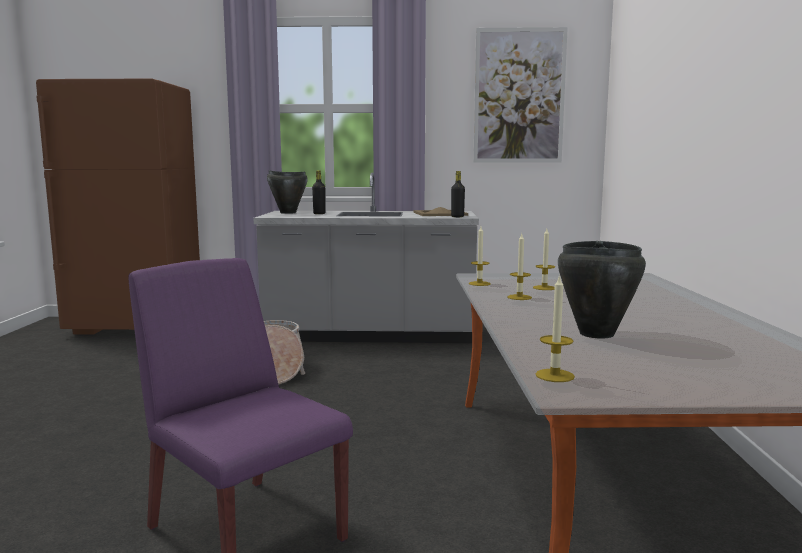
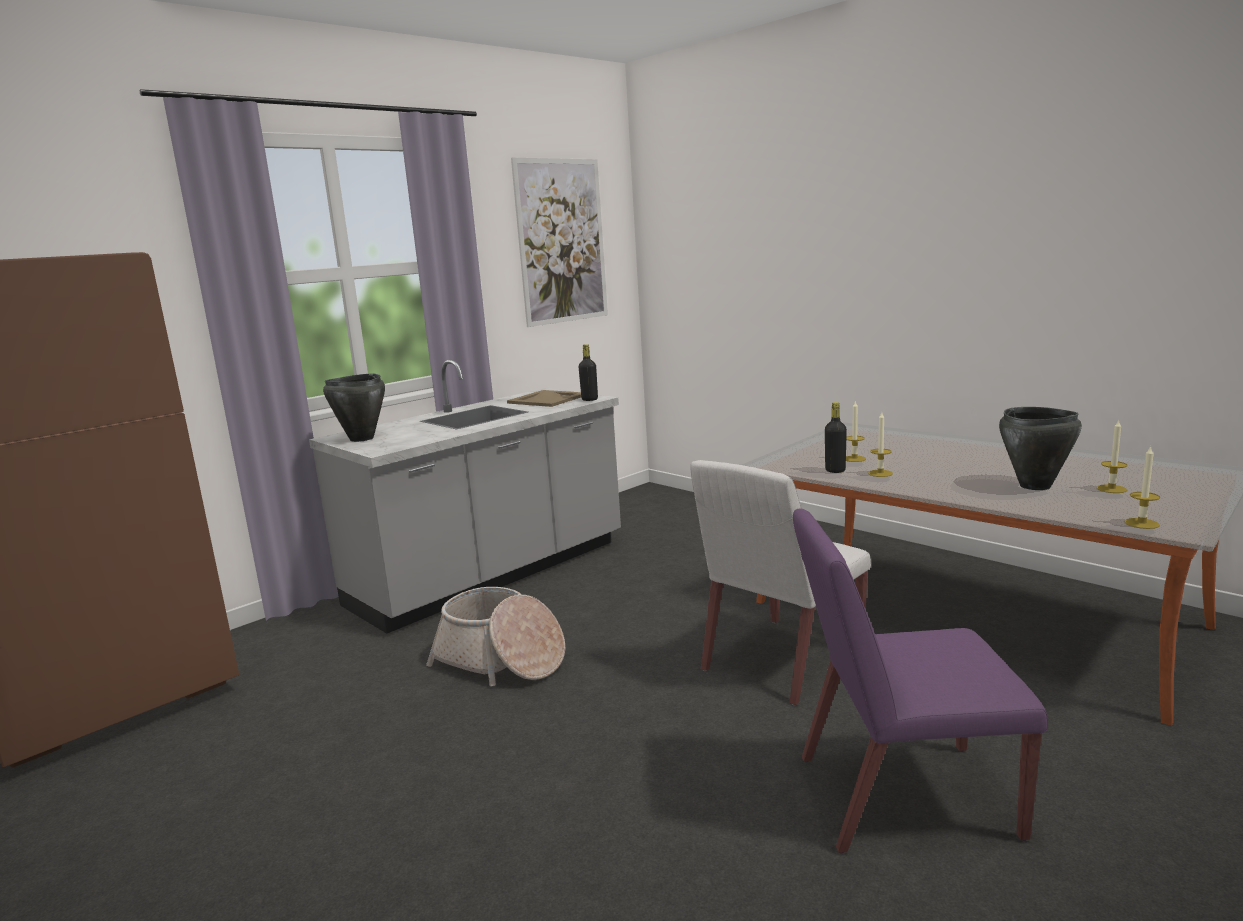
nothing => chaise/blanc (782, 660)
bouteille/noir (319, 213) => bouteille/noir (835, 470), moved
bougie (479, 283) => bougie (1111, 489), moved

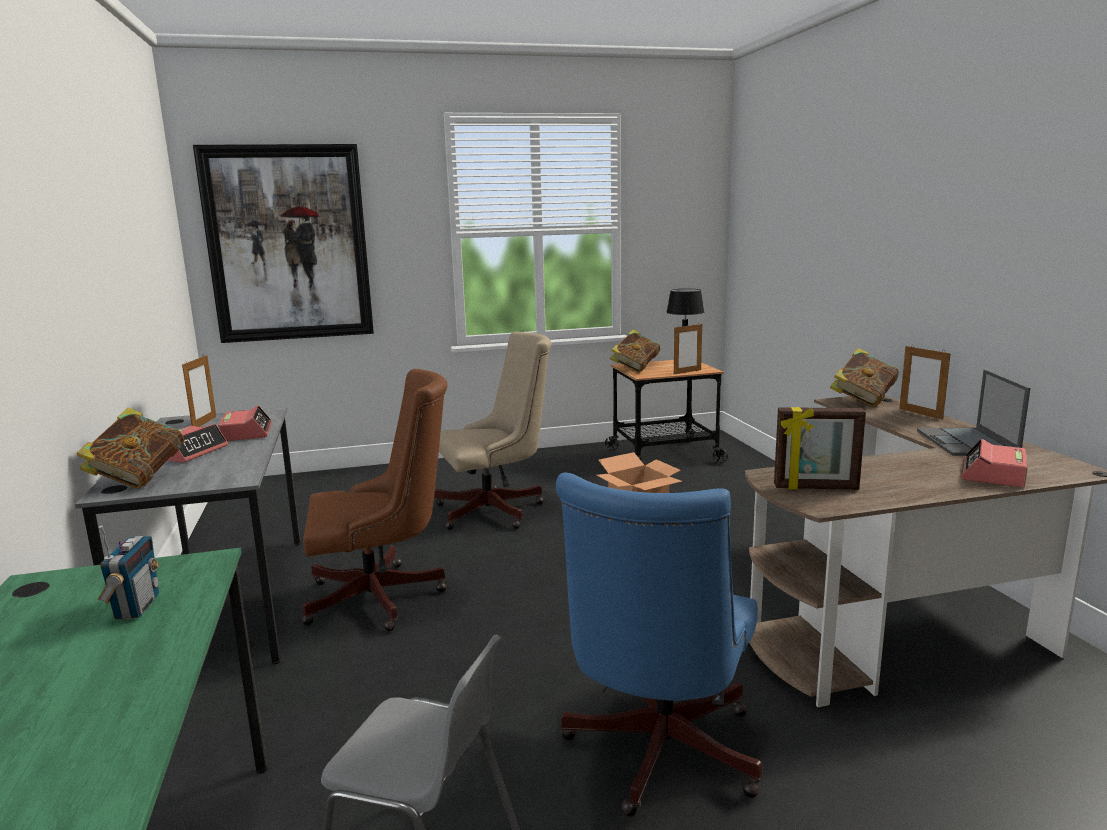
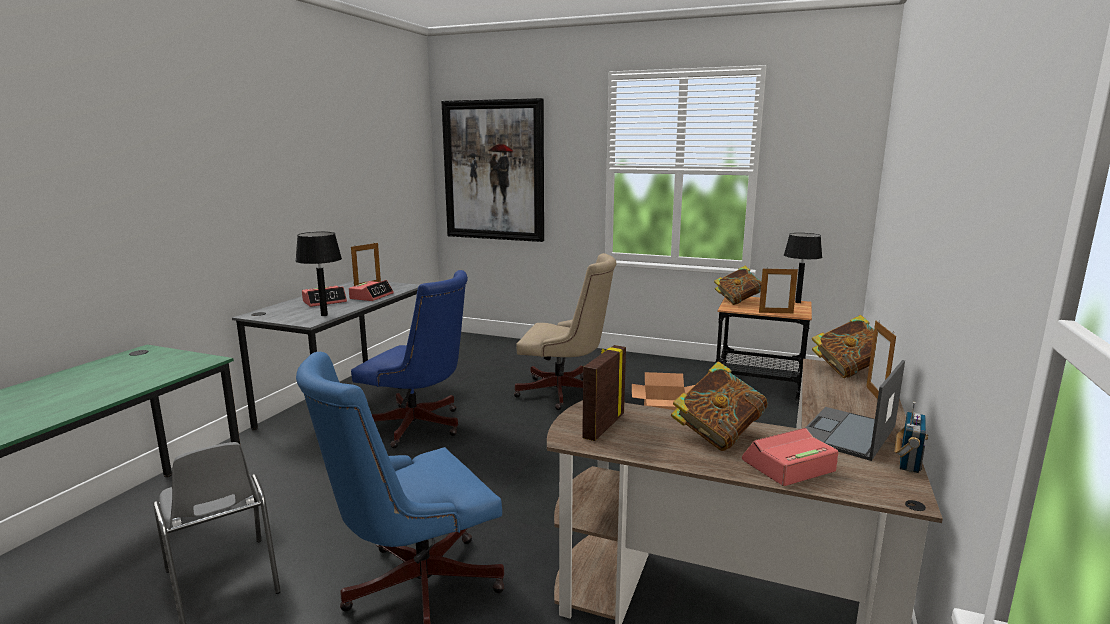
nothing => lampe de table/noir (324, 315)
chaise de bureau/marron (383, 598) => chaise de bureau/bleu (419, 427)
cadre photo (816, 488) => cadre photo (602, 426), 75 degrees clockwise
livre (139, 479) => livre (717, 435), moved
radio (136, 607) => radio (908, 464), moved

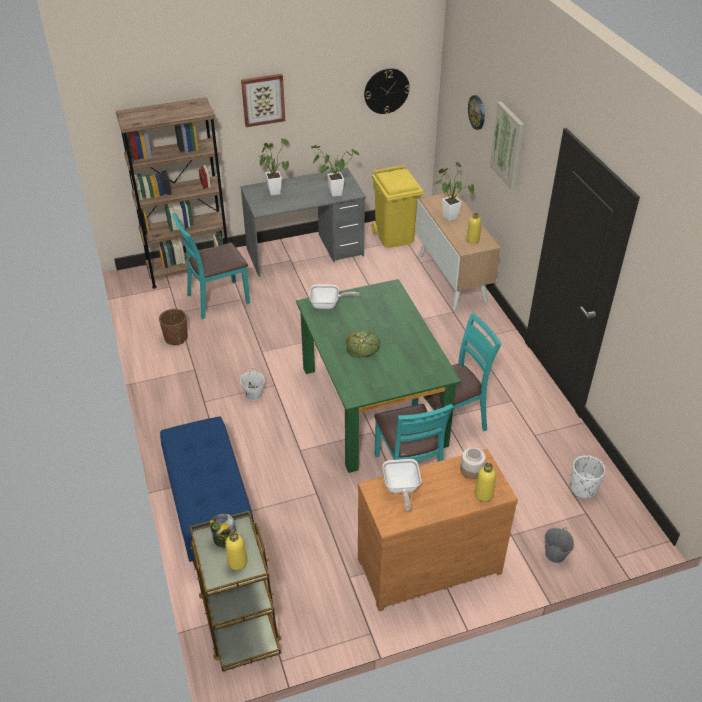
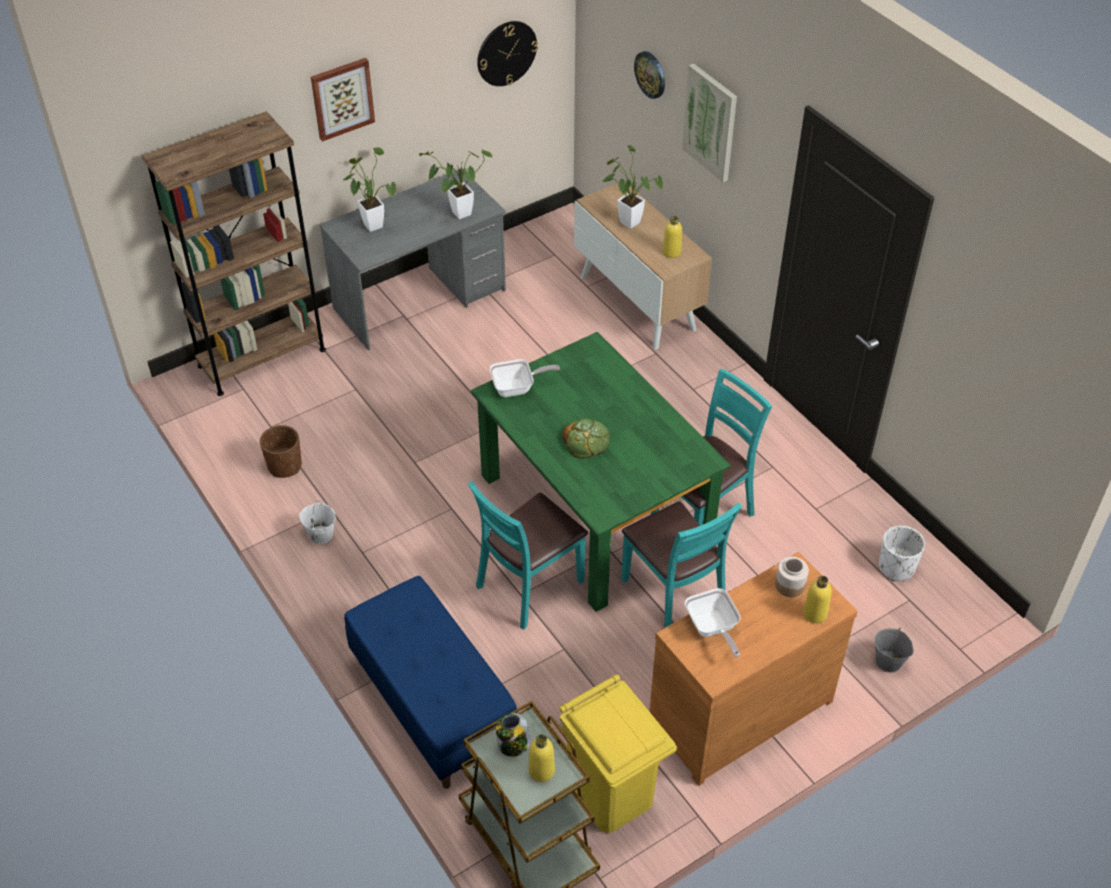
seau/blanc (253, 394) => seau/blanc (320, 535), moved
chaise/turquoise (217, 299) => chaise/turquoise (529, 585), moved
poubelle/jaune (395, 236) => poubelle/jaune (612, 795), moved

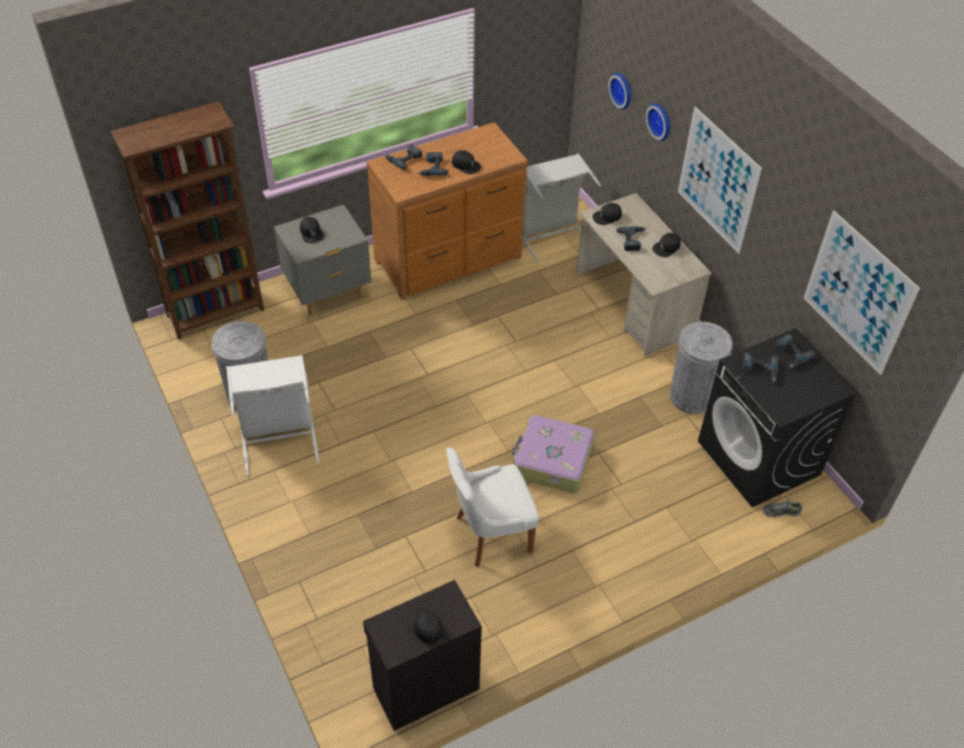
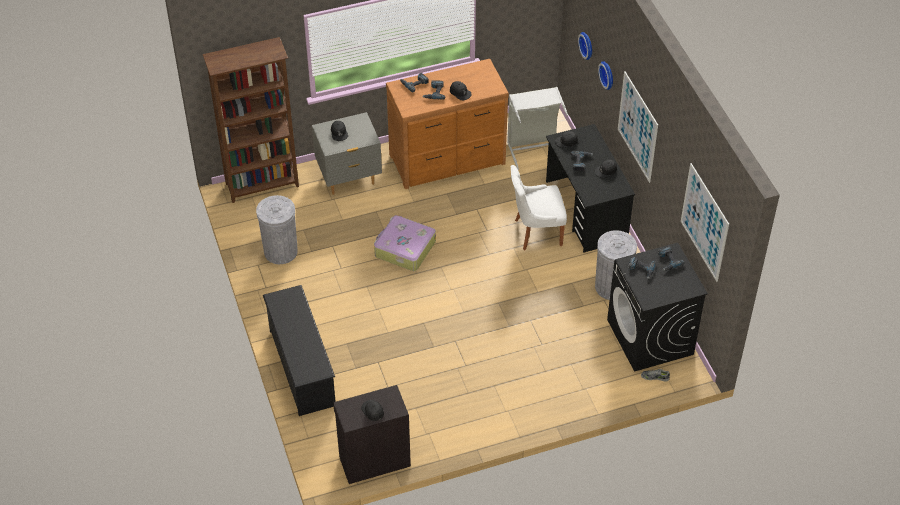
nothing => étagère à chaussures/noir (301, 367)
valise (552, 461) => valise (404, 249), moved
chaise/blanc (490, 534) => chaise/blanc (536, 232), moved
bureau/beige (634, 305) => bureau/noir (586, 211)
panier à linge/blanc (279, 439) => nothing

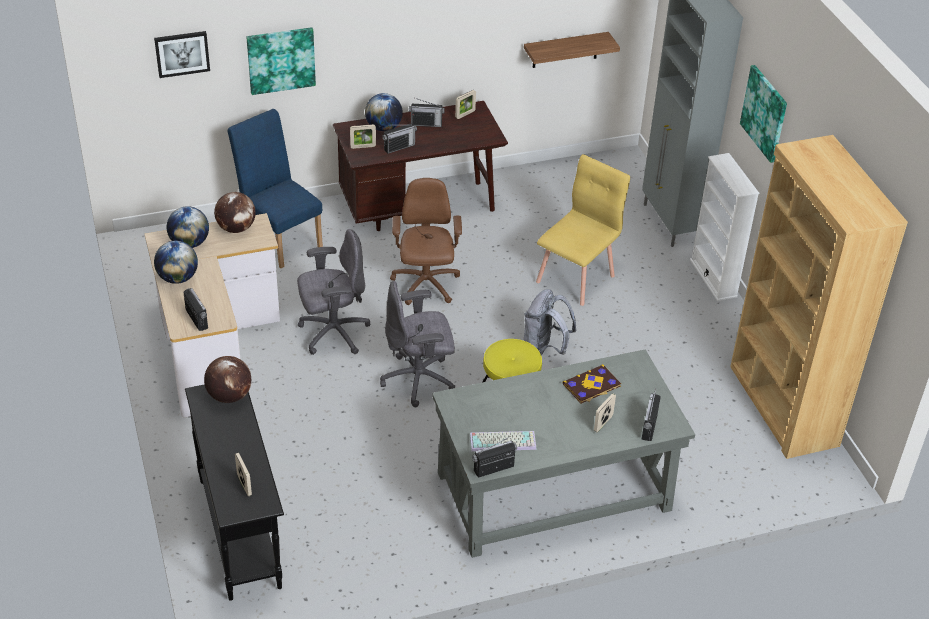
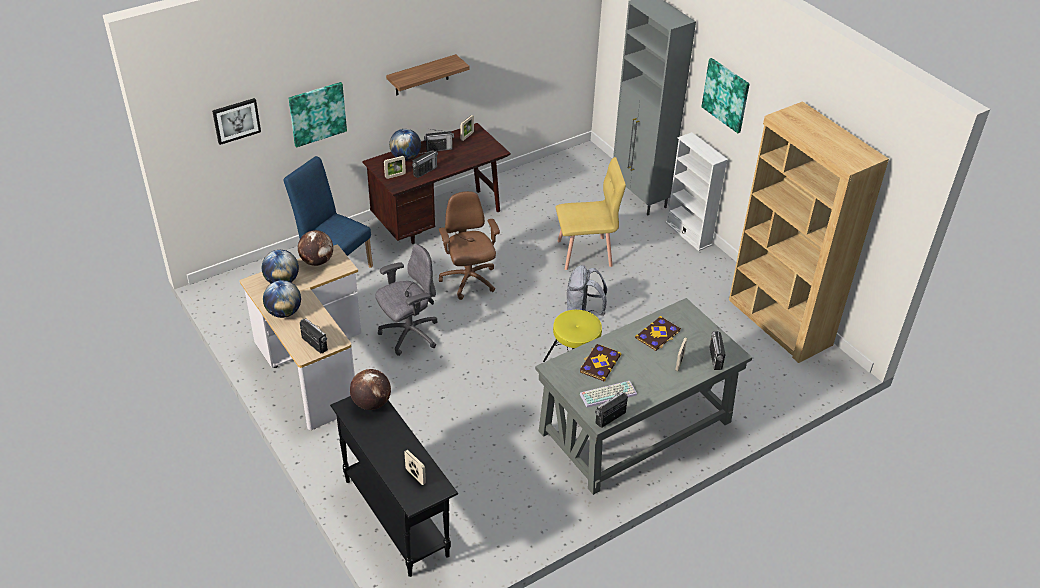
étagère (565, 50) => étagère (422, 75), moved
chaise/jaune (576, 278) => chaise/jaune (585, 253), 60 degrees clockwise
nothing => livre (599, 363)
chaise de bureau/gris (419, 380) => nothing

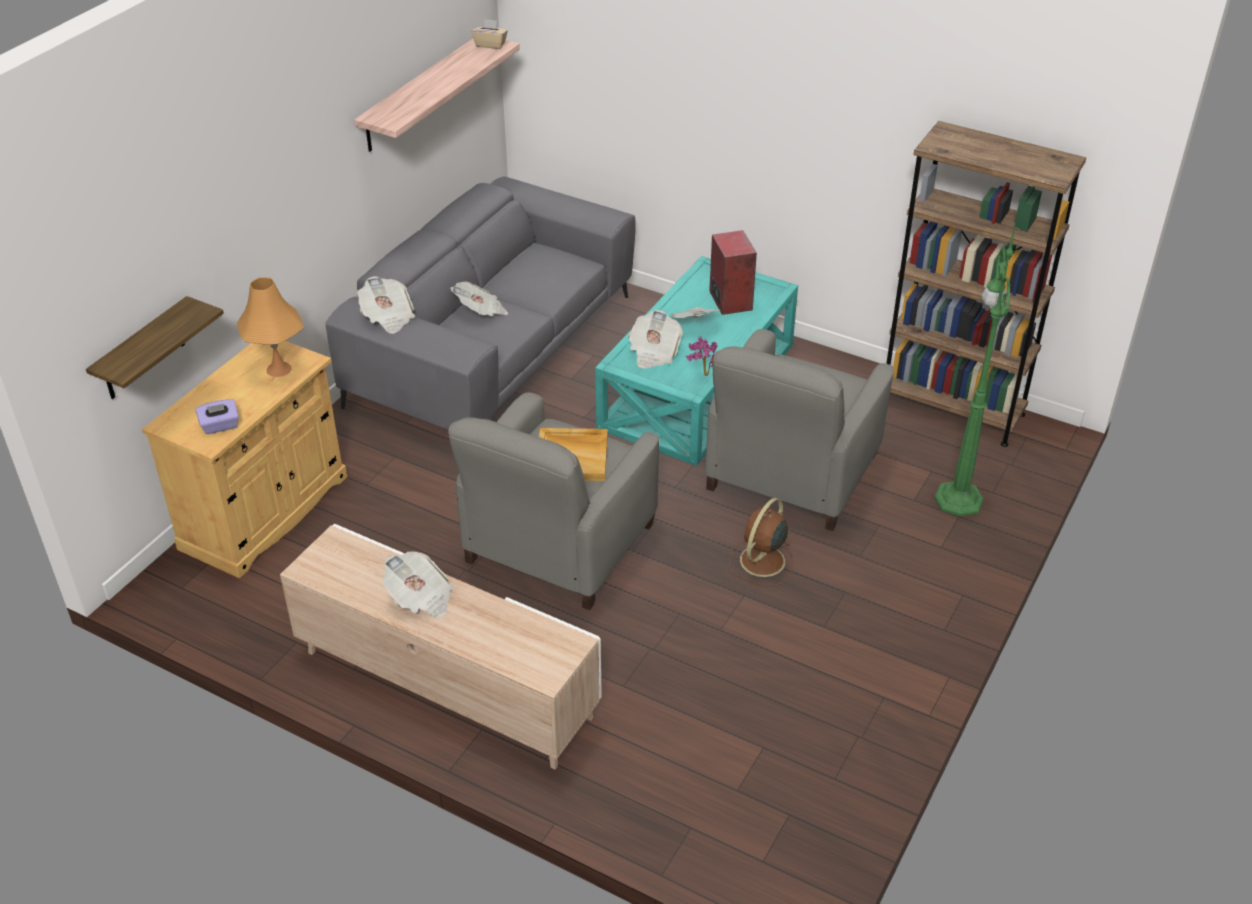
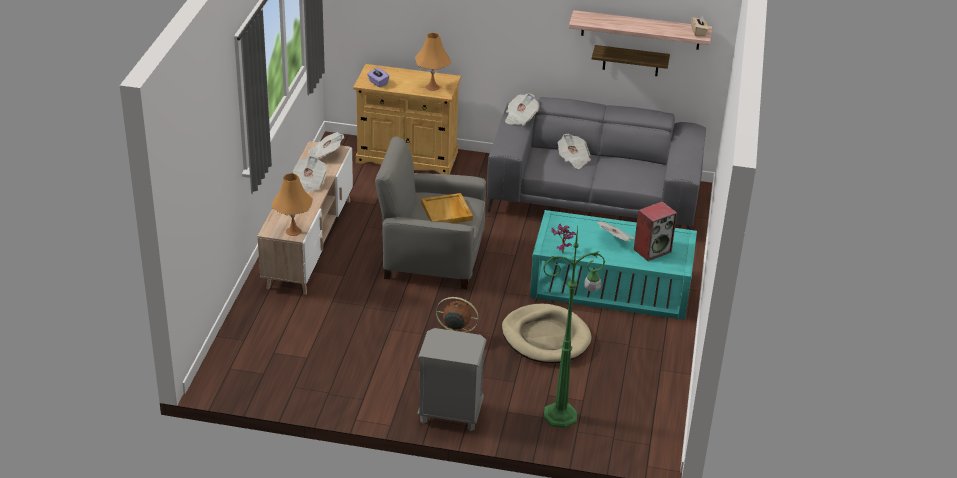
nothing => lampe de table/orange (293, 231)
journal (654, 352) => journal (325, 154), moved
nothing => table de chevet/gris (450, 414)
fauteuil/gris (791, 472) => panier pour chien/beige (545, 337)
étagère (143, 351) => étagère (631, 60), moved
bibliothèque/marron (951, 409) => nothing

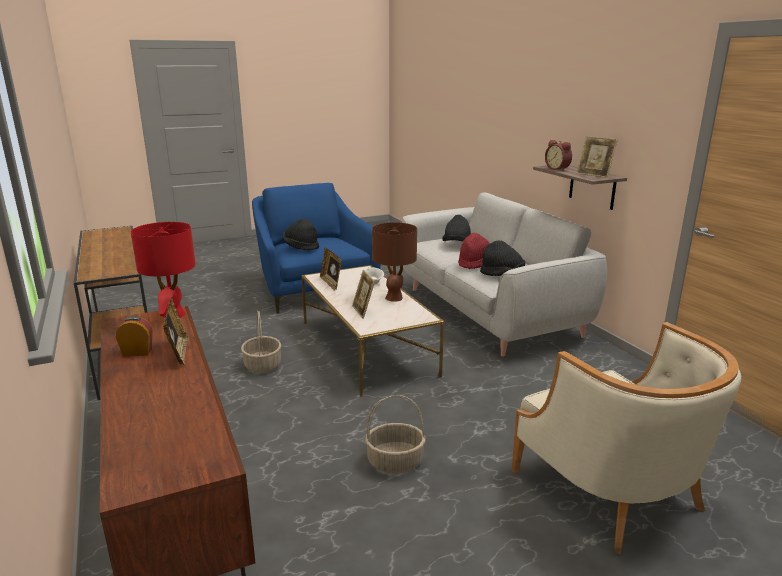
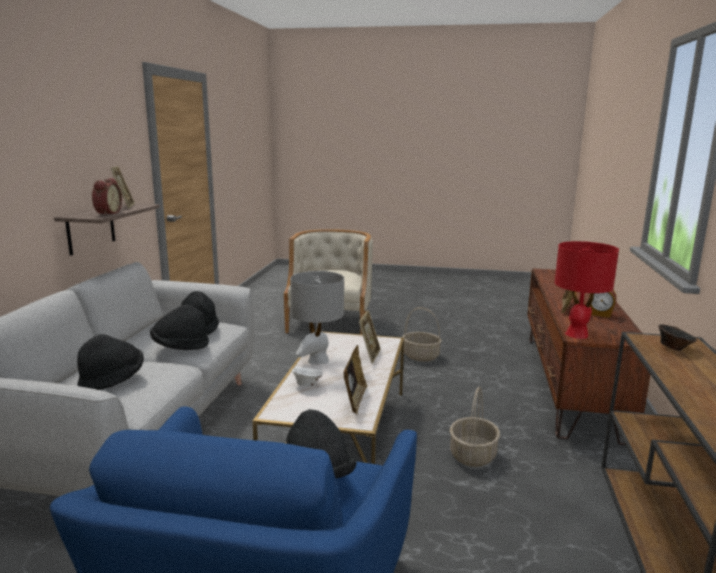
chapeau/rouge (475, 263) => chapeau/noir (180, 347)
lampe de table/marron (394, 298) => lampe de table/gris (318, 360)
nothing => bol/marron (673, 348)

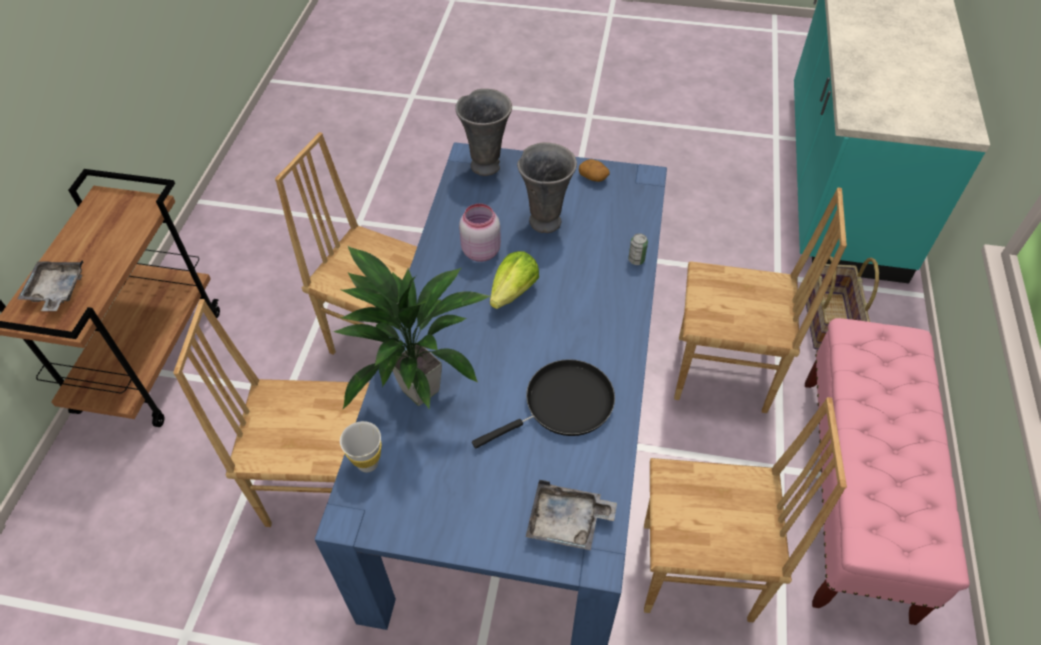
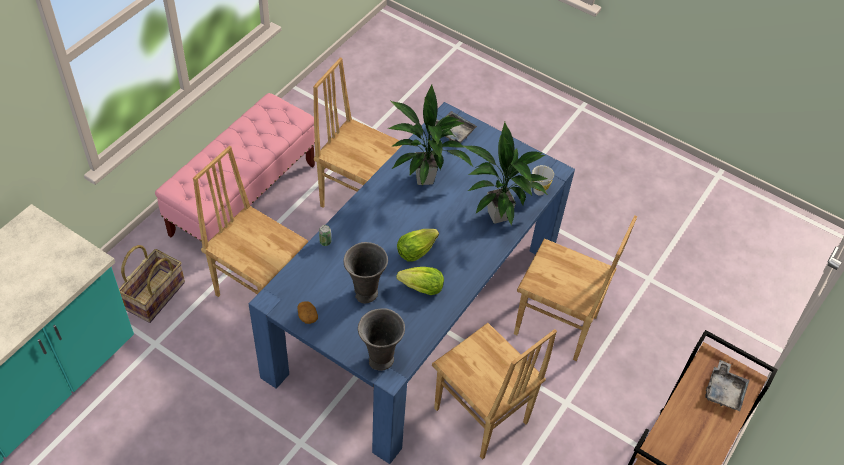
poêle/noir (563, 405) => plante en pot (424, 179)
bocal/rose (480, 251) => laitue (422, 288)

